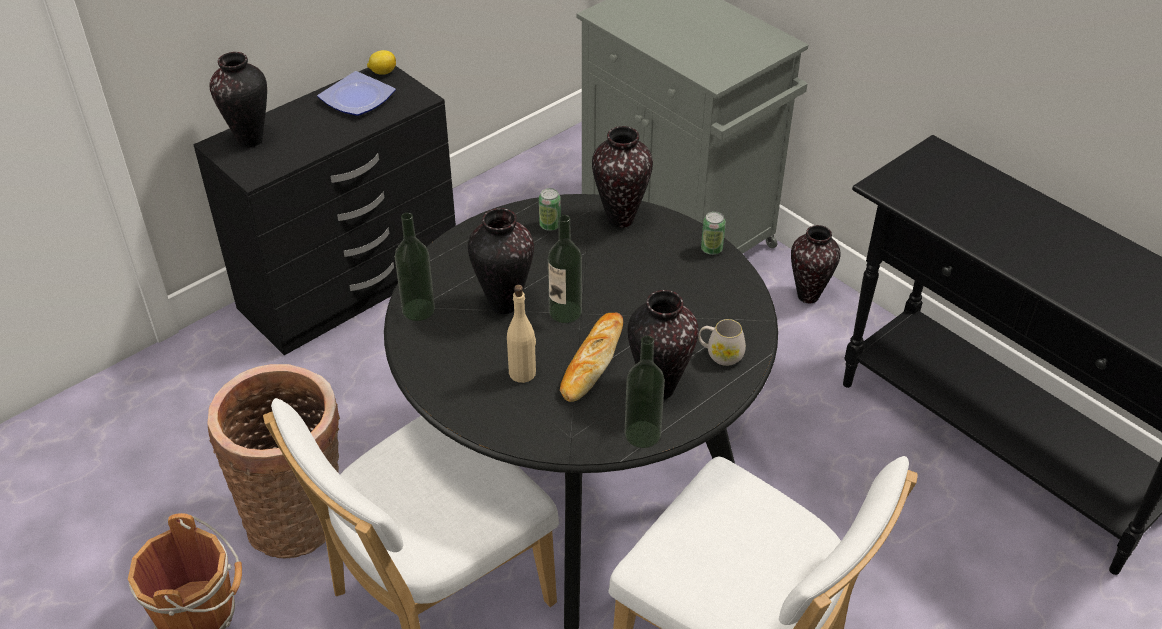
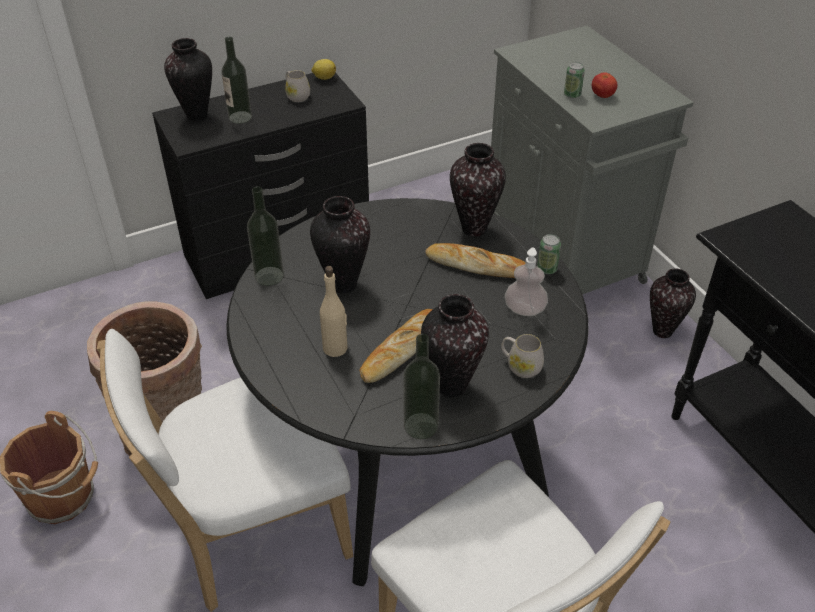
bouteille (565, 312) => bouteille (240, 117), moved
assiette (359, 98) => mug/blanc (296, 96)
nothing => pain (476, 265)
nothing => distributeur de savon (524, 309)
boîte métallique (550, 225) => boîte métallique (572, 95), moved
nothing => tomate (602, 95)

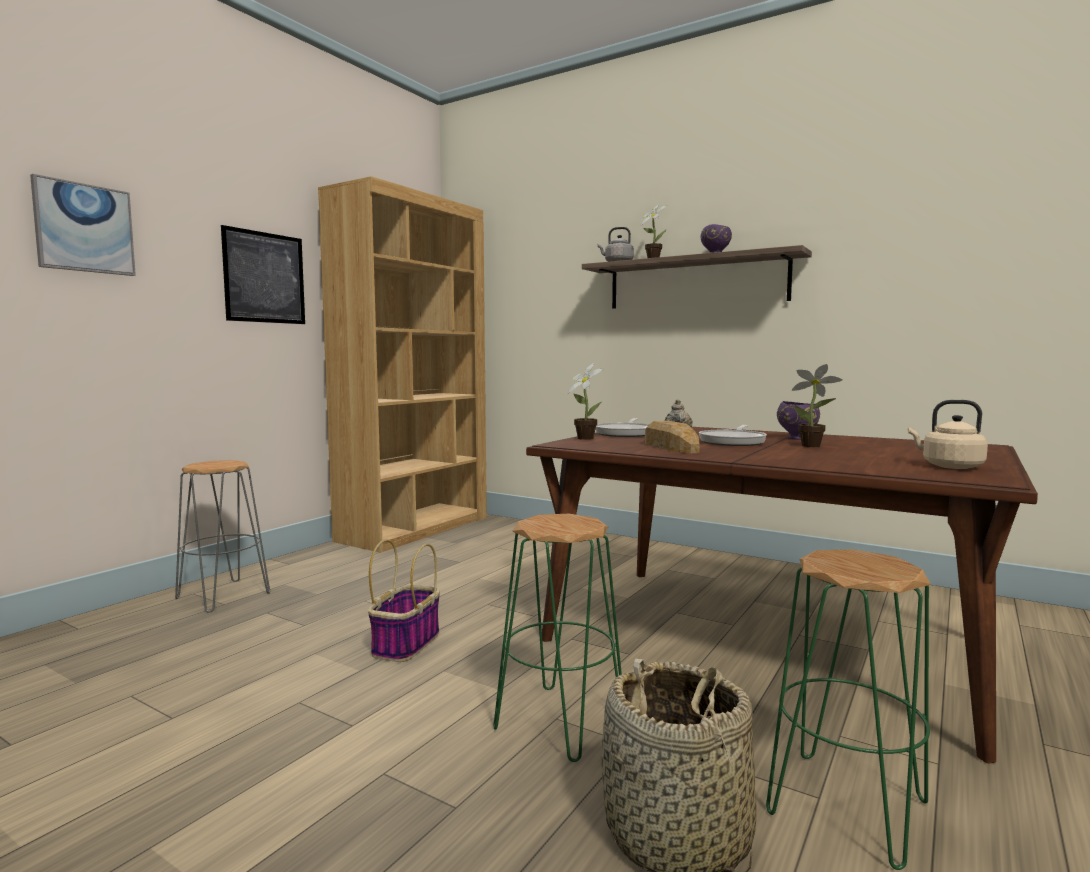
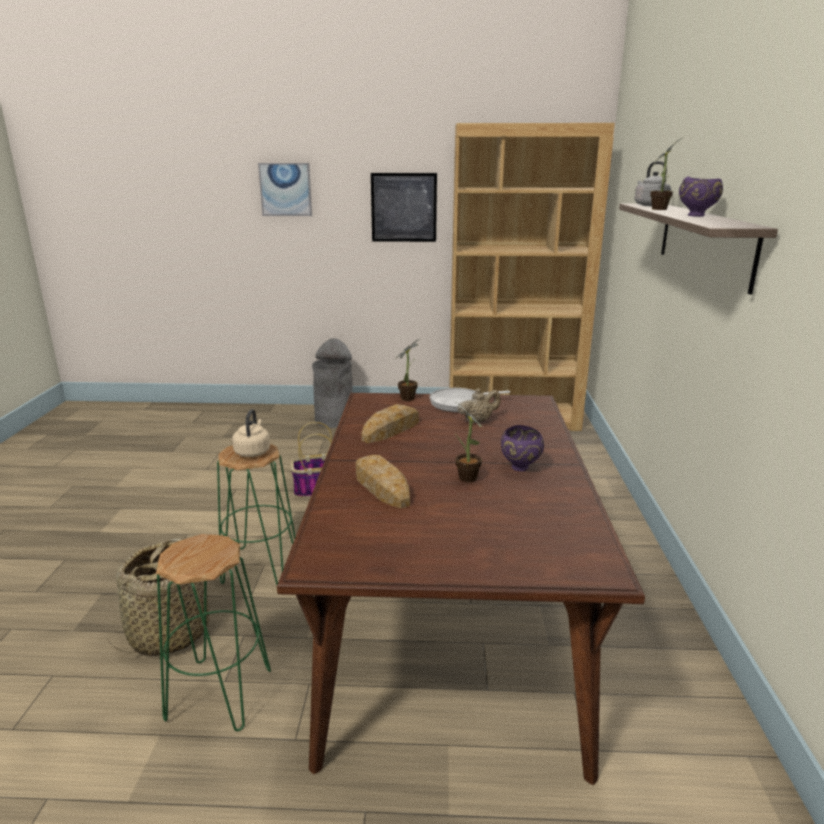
bouilloire/beige (949, 466) => bouilloire/beige (253, 451), moved
tabouret/gris (224, 595) => poubelle/gris (334, 420)
nothing => pain (381, 487)
poêle (733, 441) => nothing

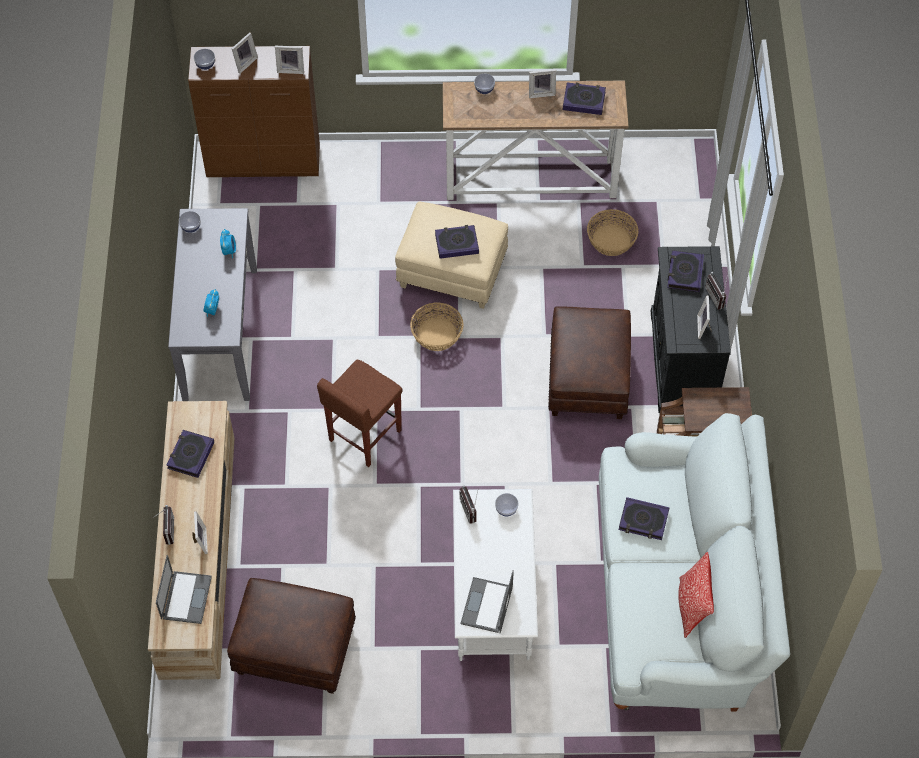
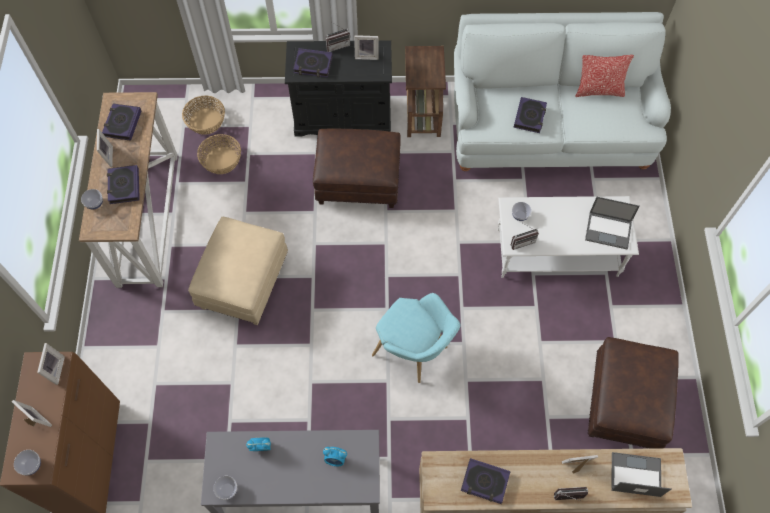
livre (456, 243) => livre (124, 186), moved
panier (437, 335) => panier (206, 121), moved
tabouret/marron (364, 436) => fauteuil/turquoise (415, 353)

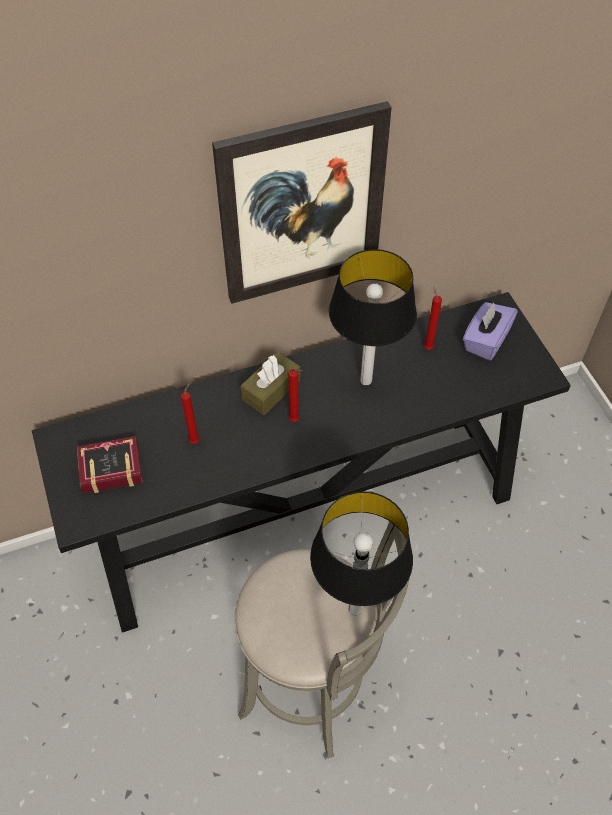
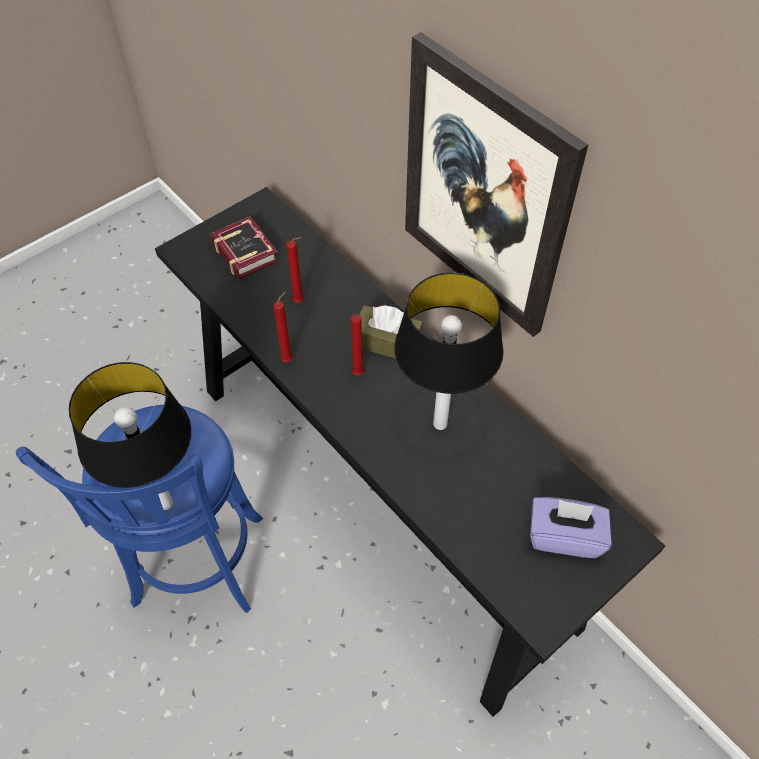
tabouret/gris (314, 687) => tabouret/bleu (197, 568)
bougie/rouge (427, 347) => bougie/rouge (288, 359), moved

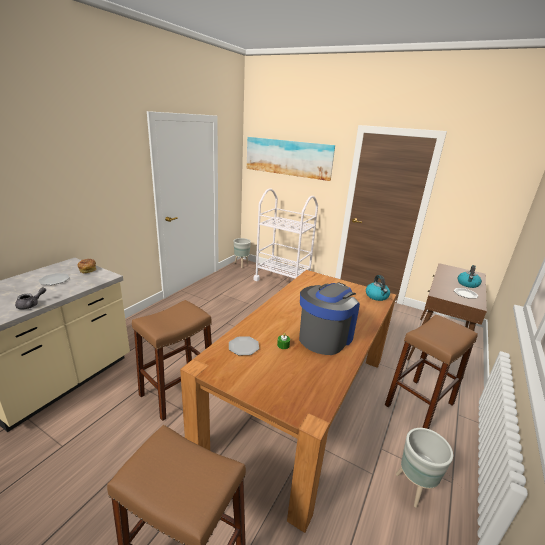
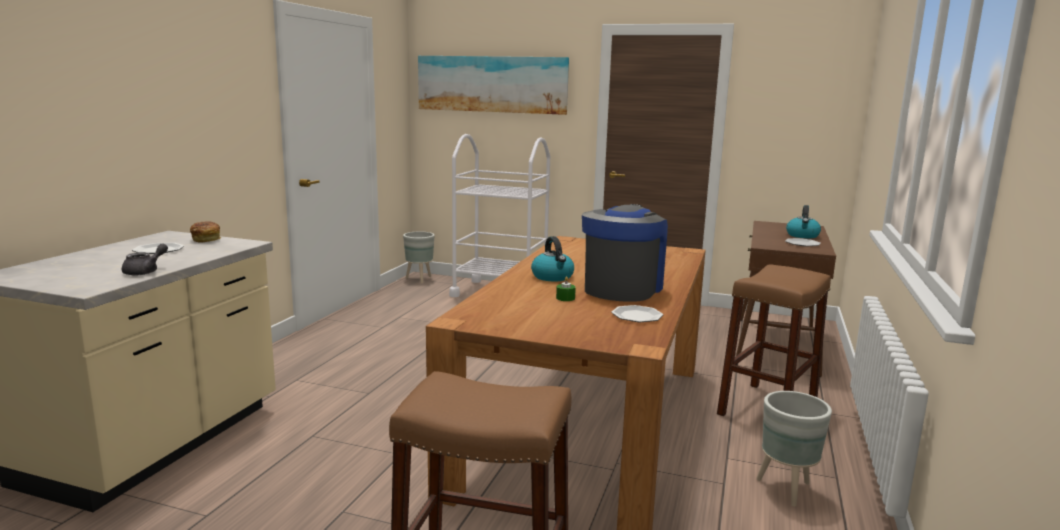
bouilloire (377, 296) => bouilloire (553, 277), moved
assiette (244, 347) => assiette (637, 316), moved
tabouret/marron (177, 391) => nothing

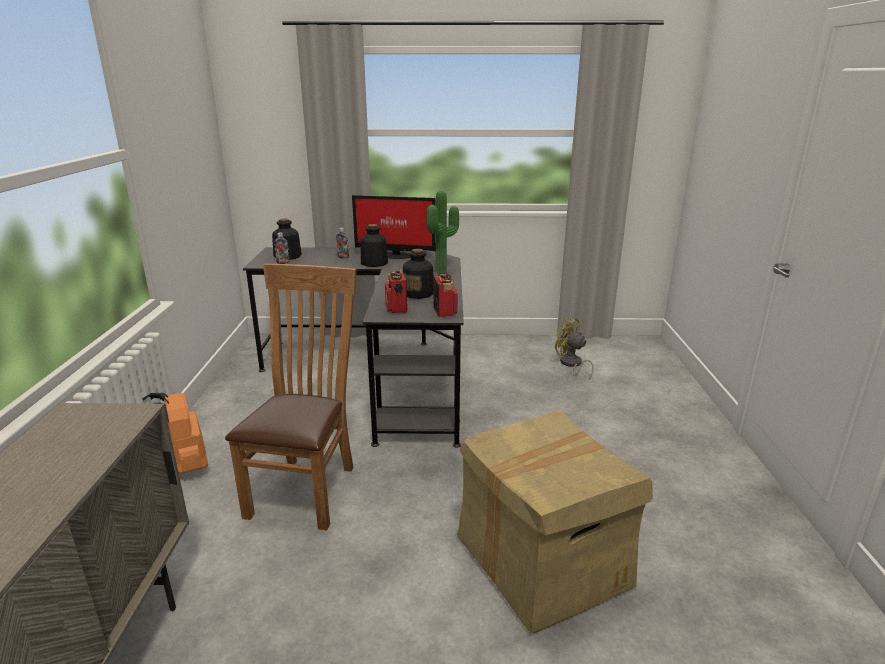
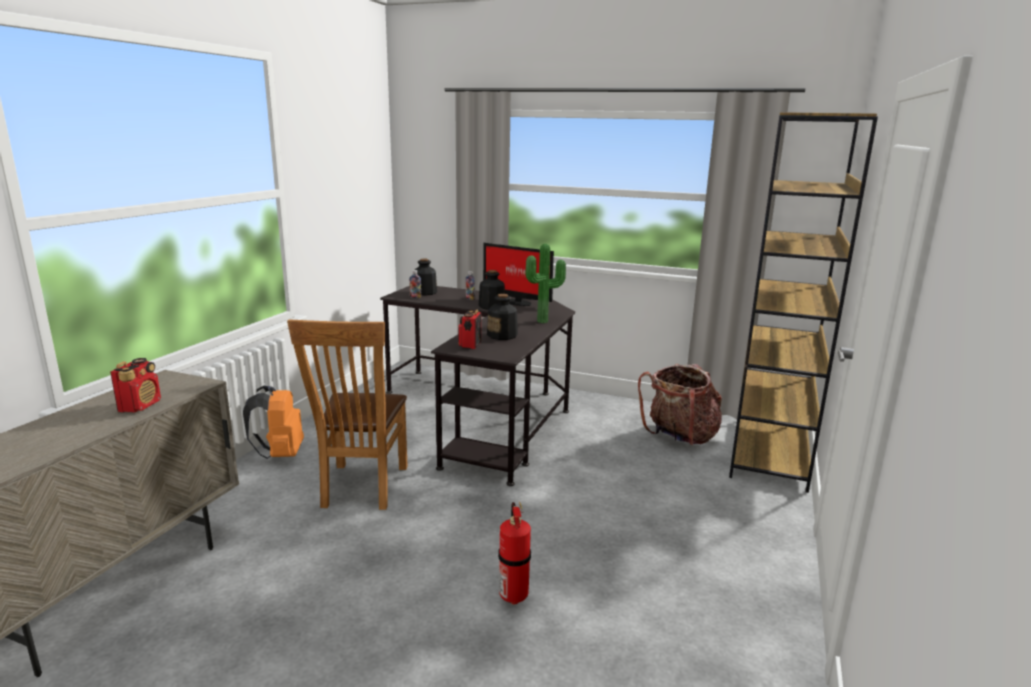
radio (444, 311) => radio (140, 405), moved
chaise/marron (307, 487) => chaise/marron (361, 489), 150 degrees clockwise
carton (542, 563) => extincteur (513, 594)
ventilateur/jaune (571, 364) => sac à dos (680, 437)
nothing => bibliothèque/marron (770, 453)

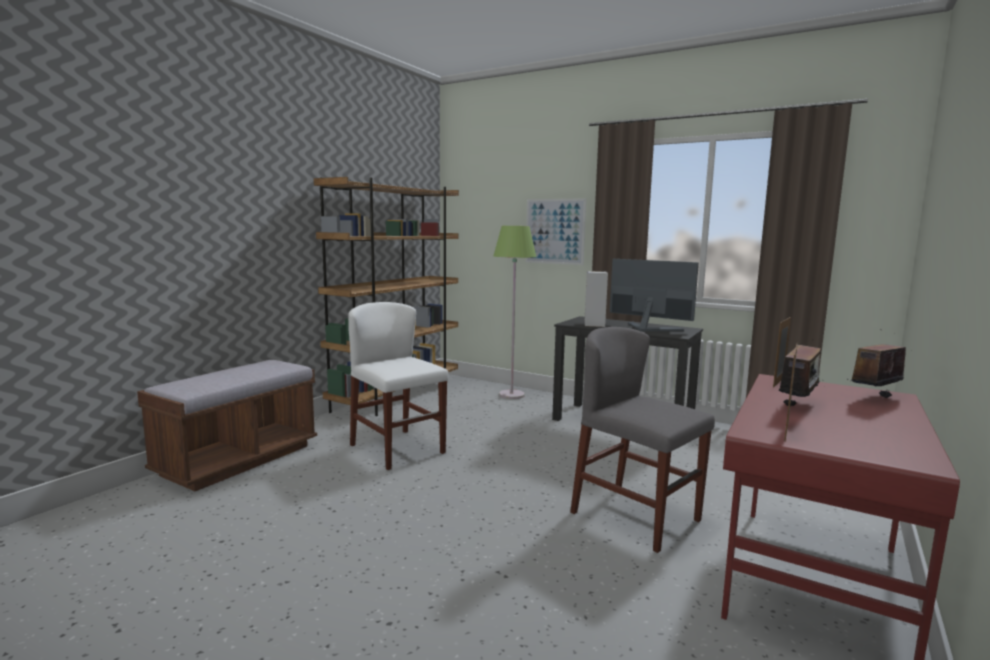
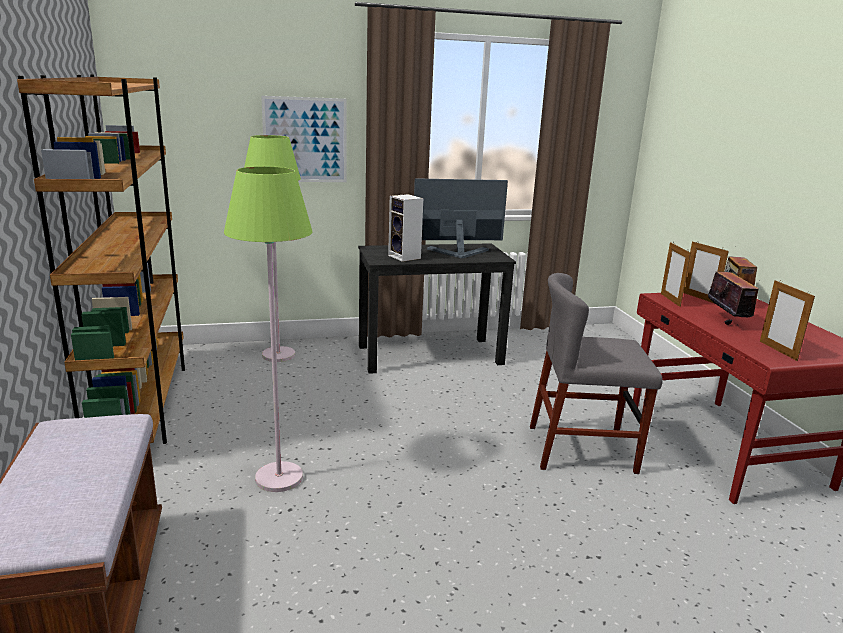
chaise/blanc (397, 449) => lampadaire/vert (279, 477)
nothing => cadre photo (699, 298)

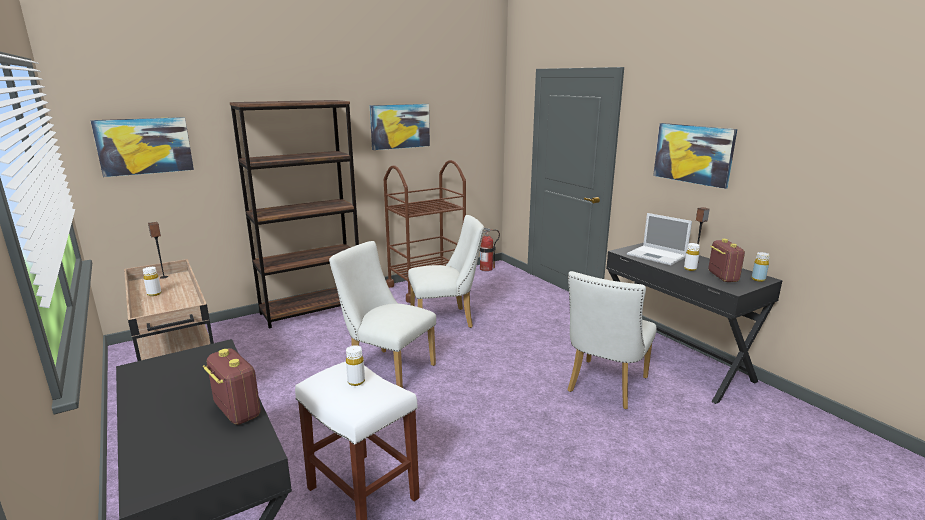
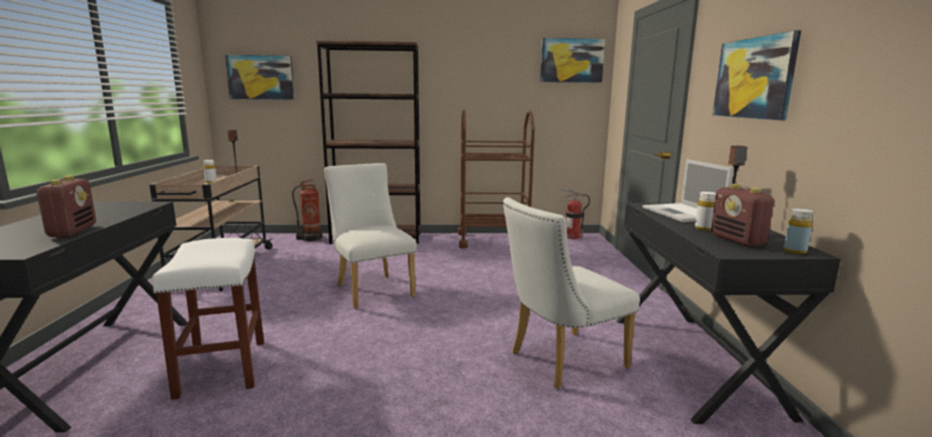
nothing => extincteur (311, 239)
tableau (400, 126) => tableau (571, 60), moved
radio (722, 277) => radio (737, 240), 135 degrees clockwise
bouteille/blanc (356, 381) => nothing
chaise/blanc (446, 320) => nothing

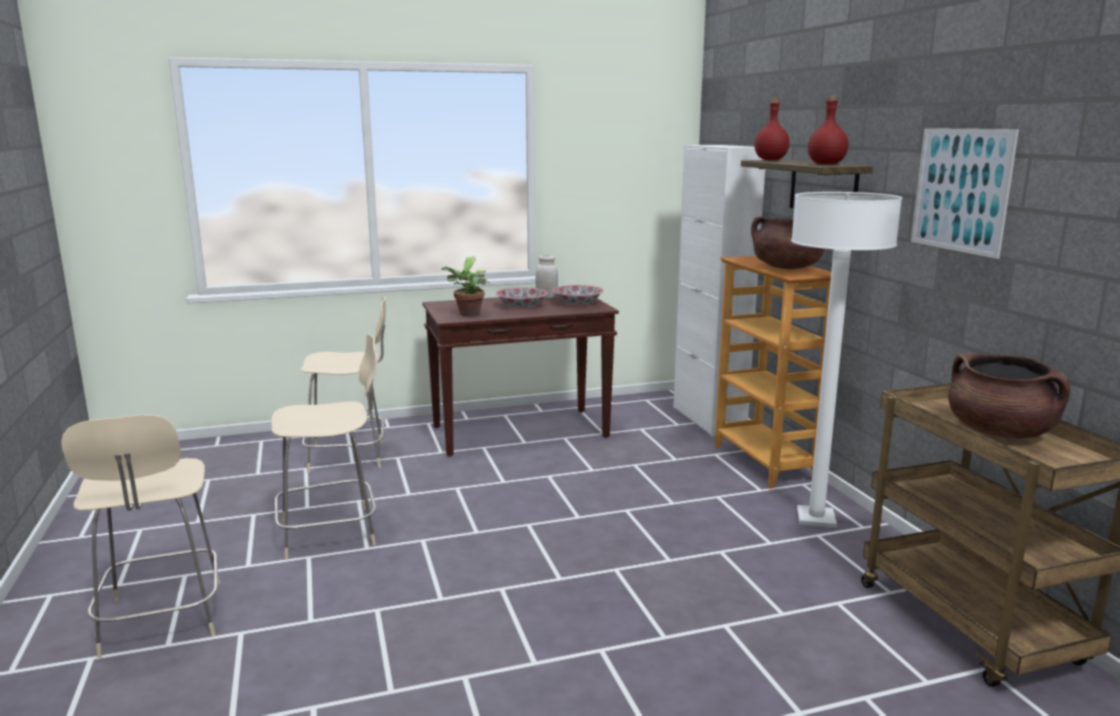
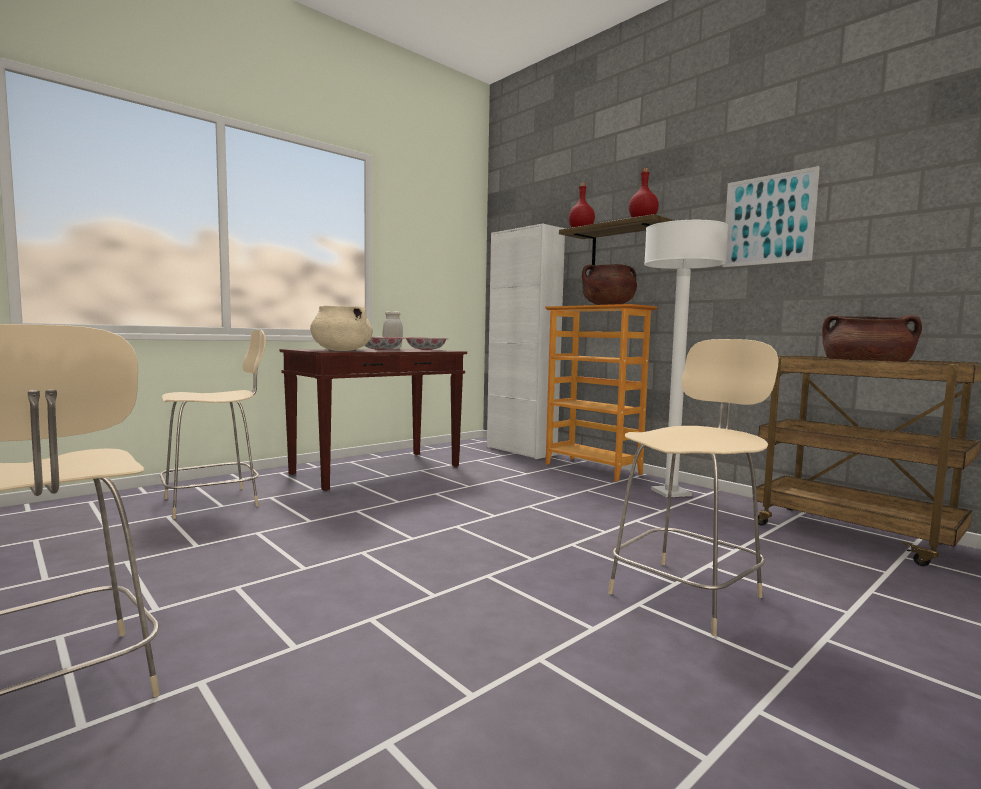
plante en pot (468, 315) => marmite/beige (341, 351)
chaise/beige (332, 531) => chaise/beige (688, 593), moved

